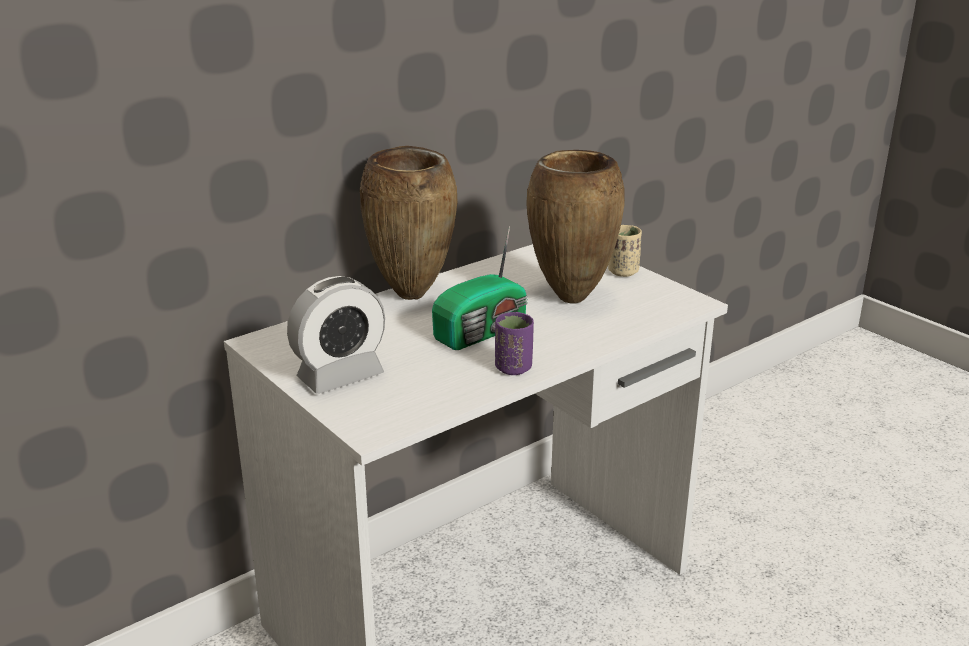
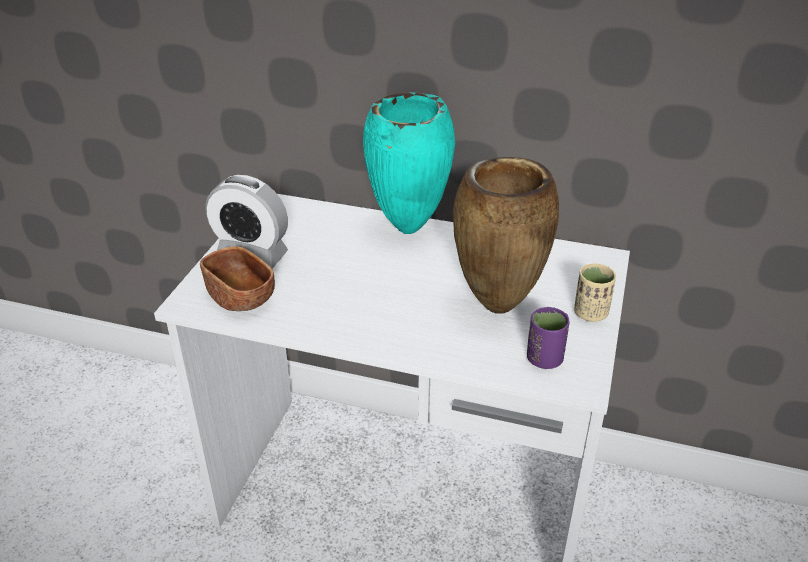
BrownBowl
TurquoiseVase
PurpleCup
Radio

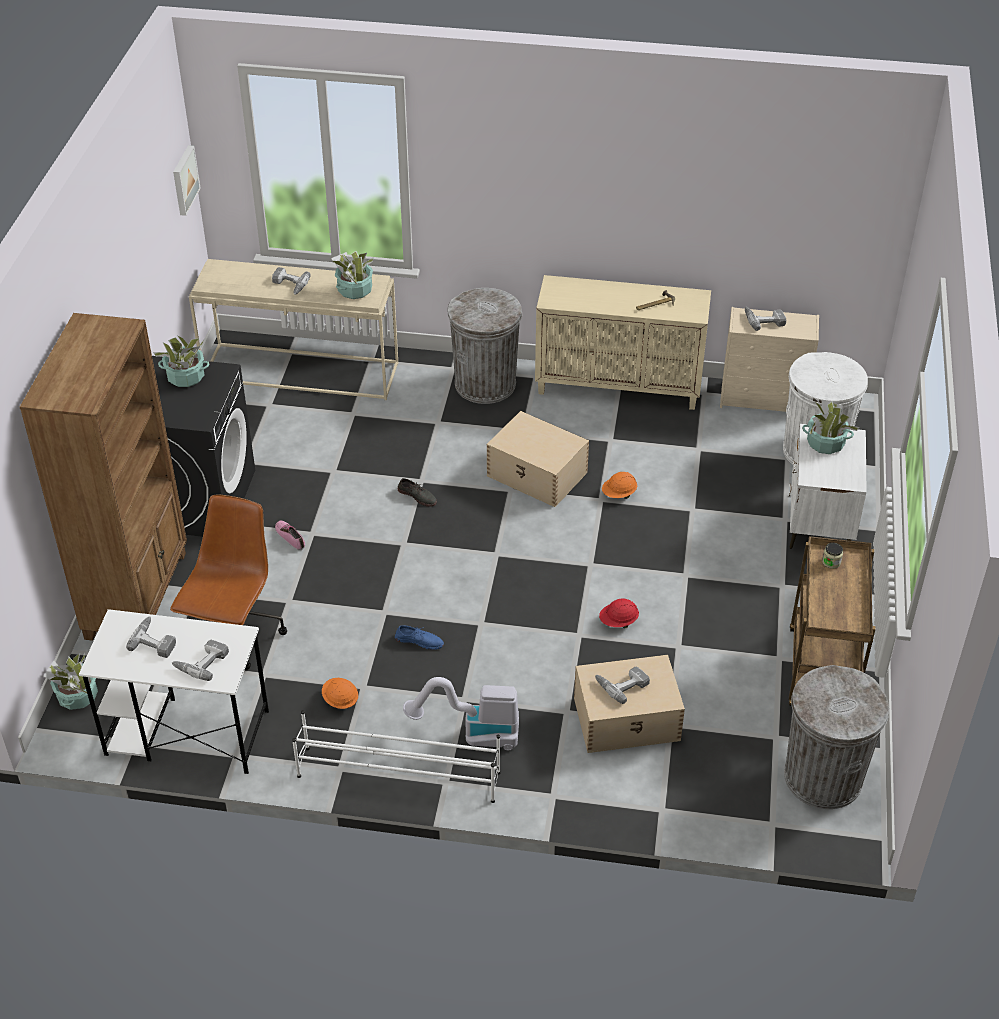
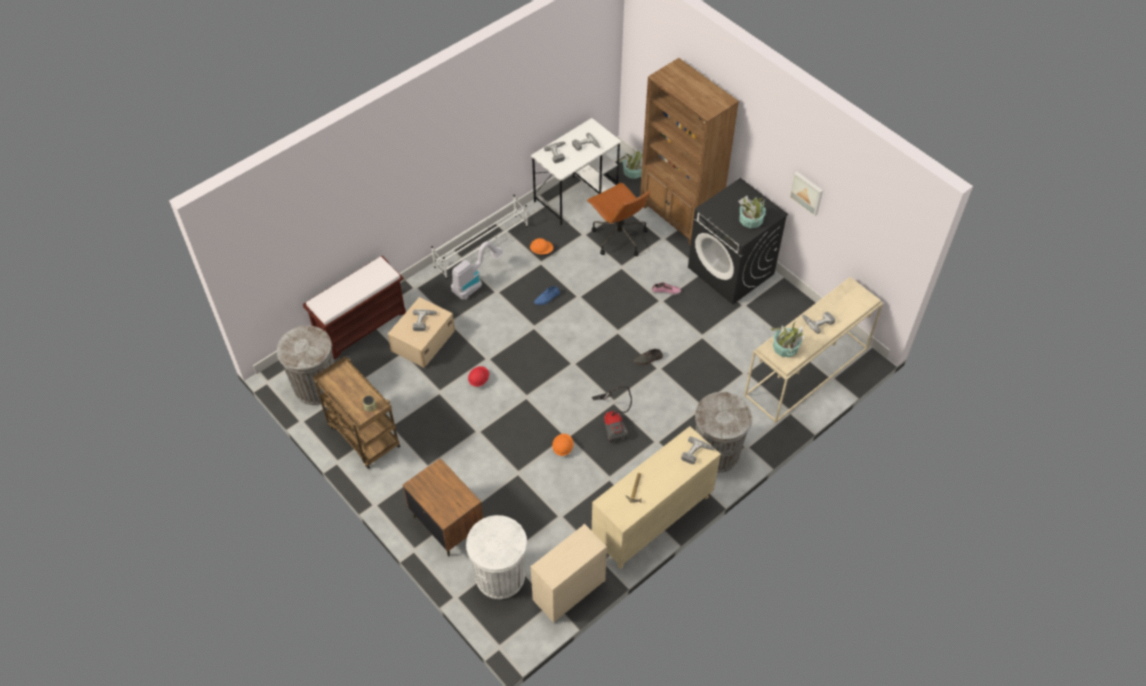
BrownBench
BrownNightstand
VacuumCleaner (2nd from left)
PowerDrill (4th from left)
Picture
PottedPlant (4th from left in the first image)

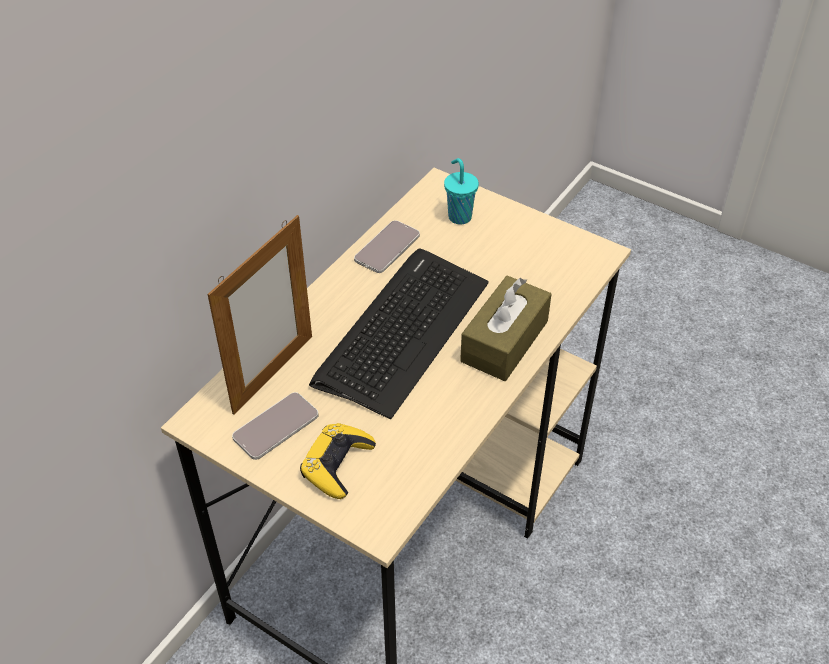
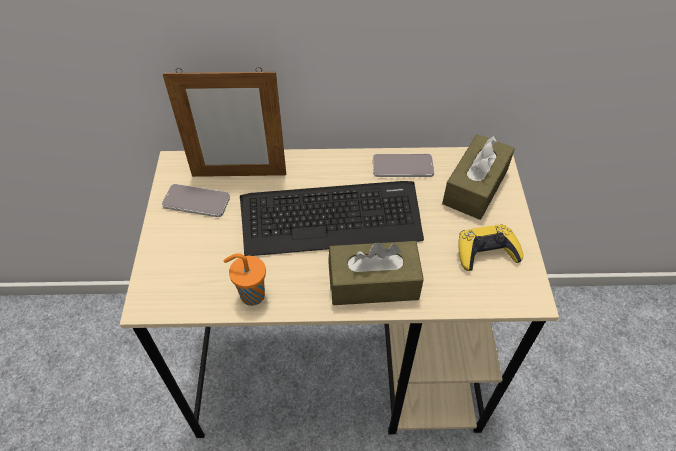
OrangeCup
BrownTissueBox (2nd from left)
YellowGameController

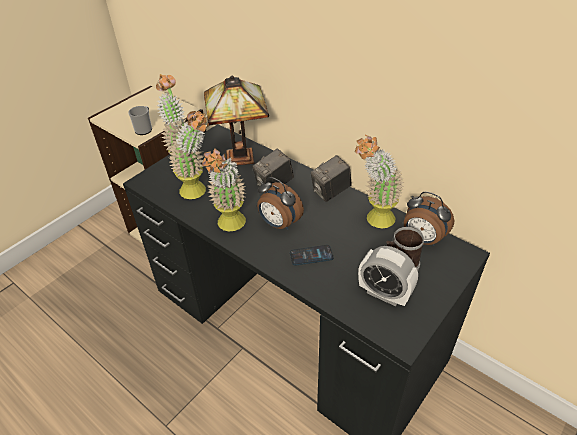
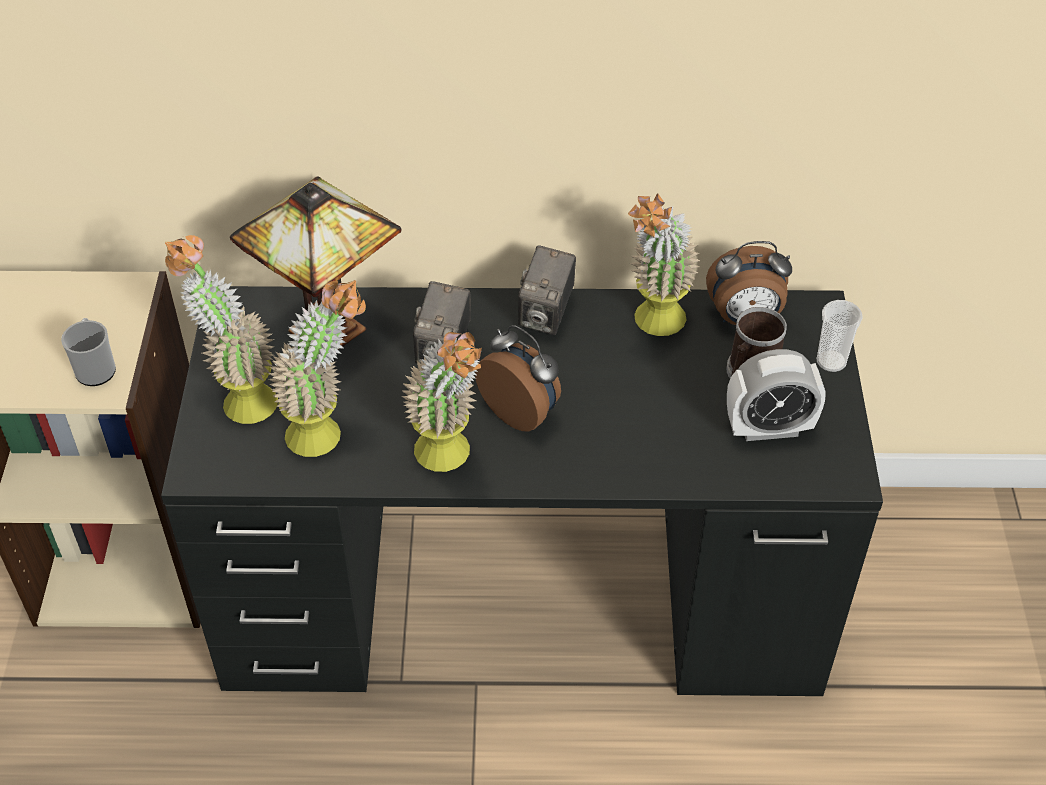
AlarmClock (1st from left)
Cup
Phone

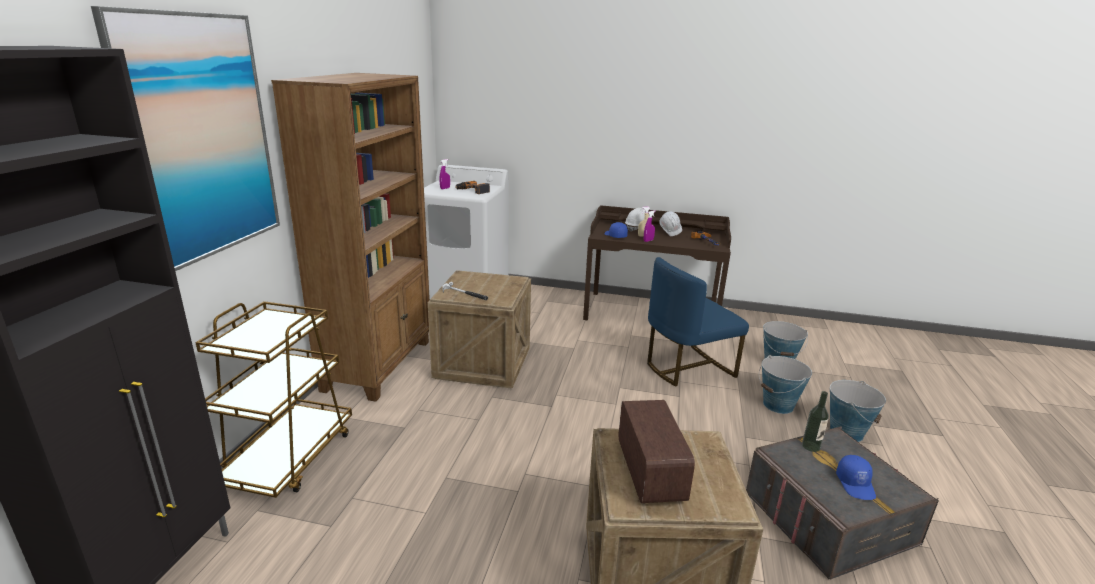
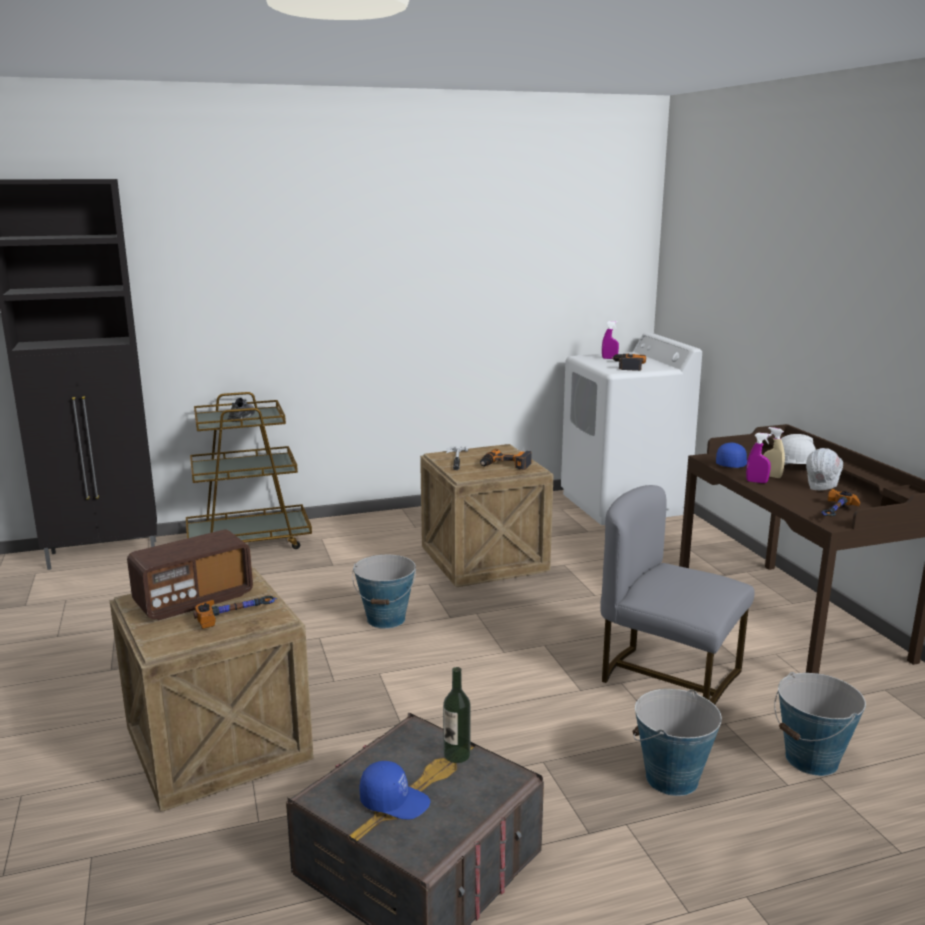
Hammer (1st from left)
GreyShoe
Bucket (1st from left)
BlueCap (1st from left)
PowerDrill (1st from left)
GreyChair
Picture
BrownBookcase

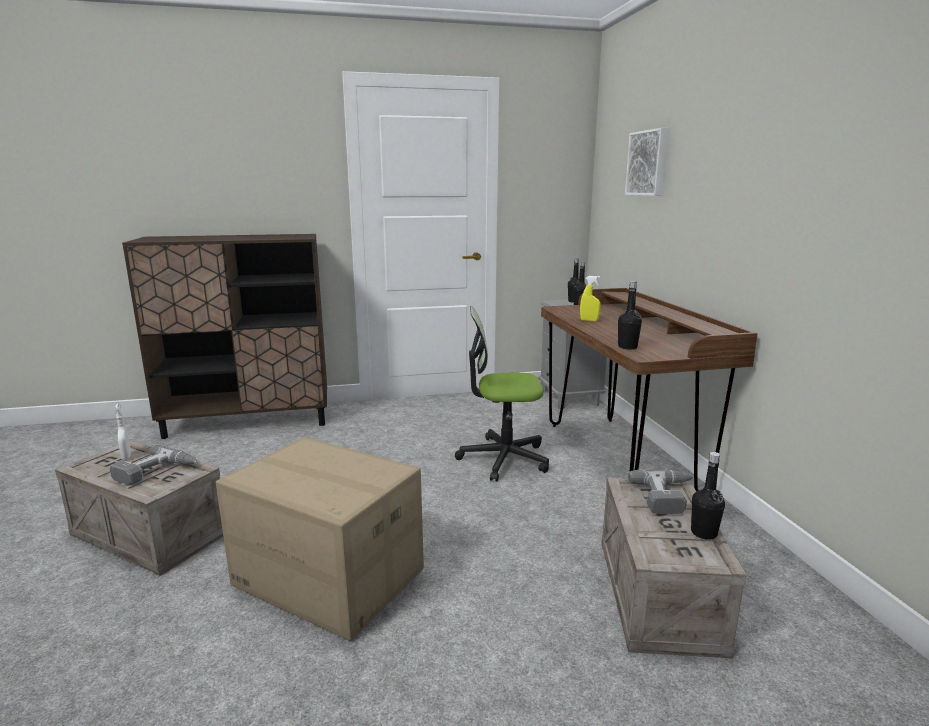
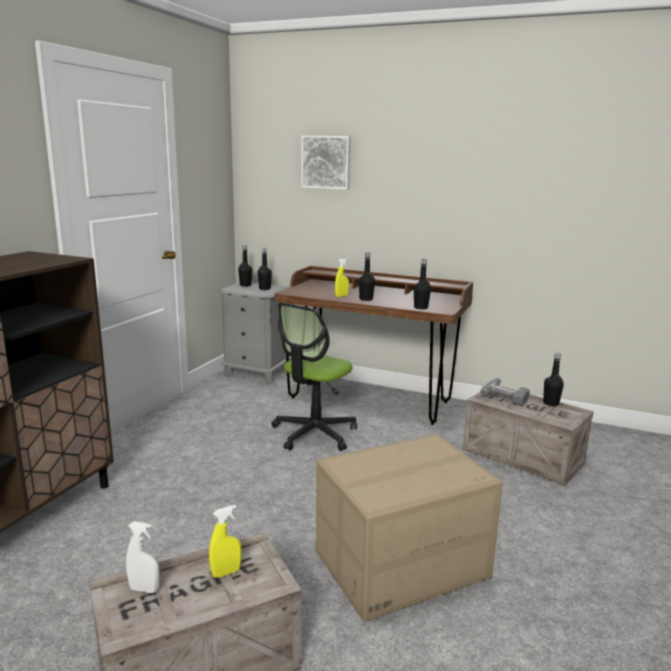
YellowSprayBottle (1st from left)
BlackBottle (3rd from left)

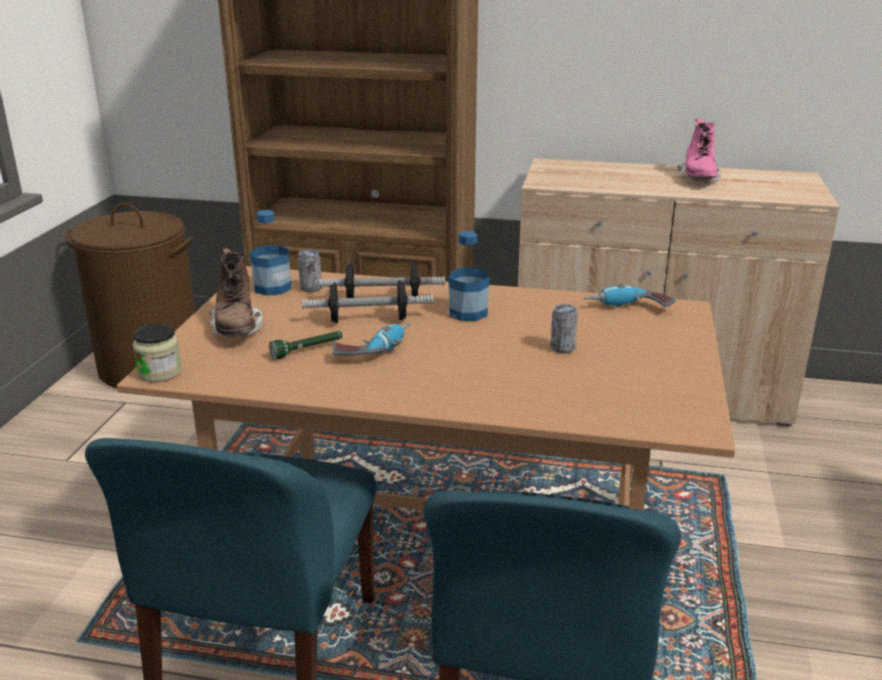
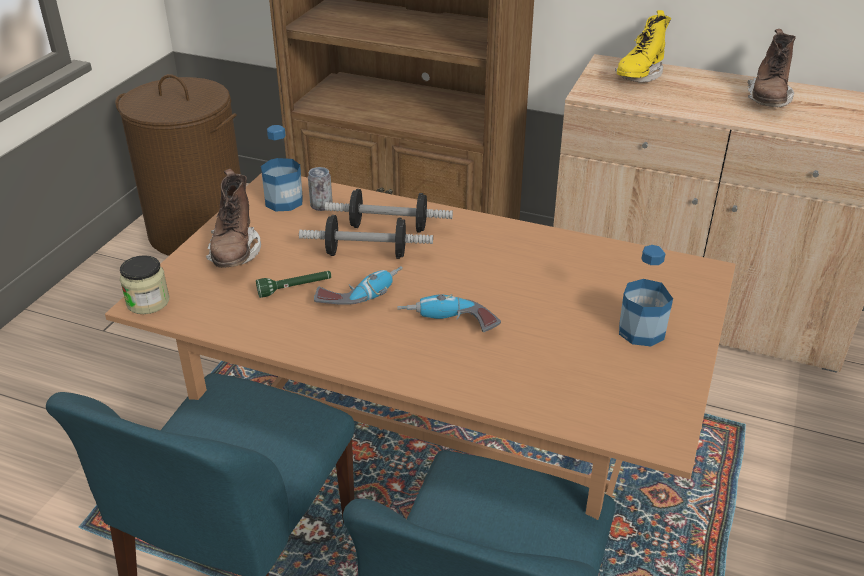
PowerDrill (2nd from left)
YellowBoot
Bottle (2nd from left)
BrownBoot (2nd from left)
Can (2nd from left in the first image)

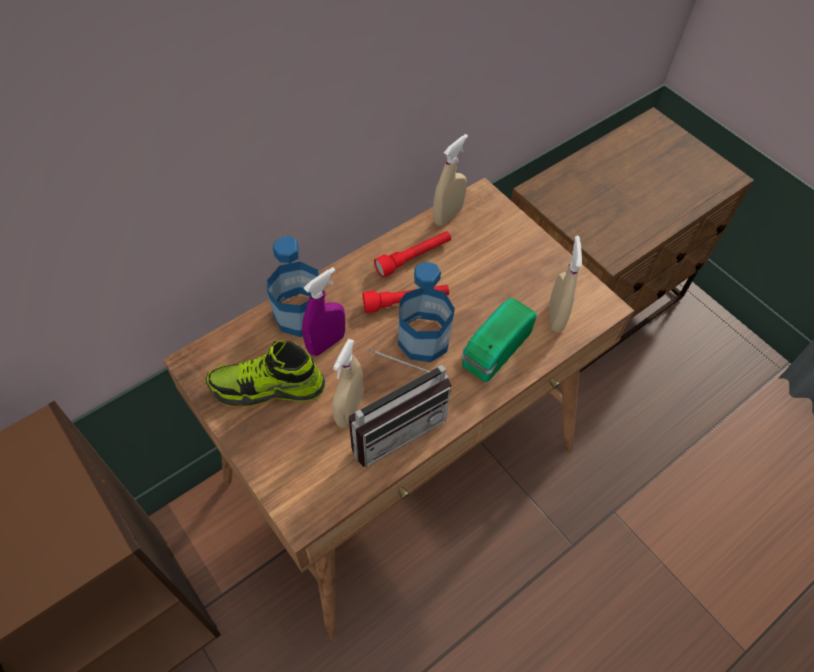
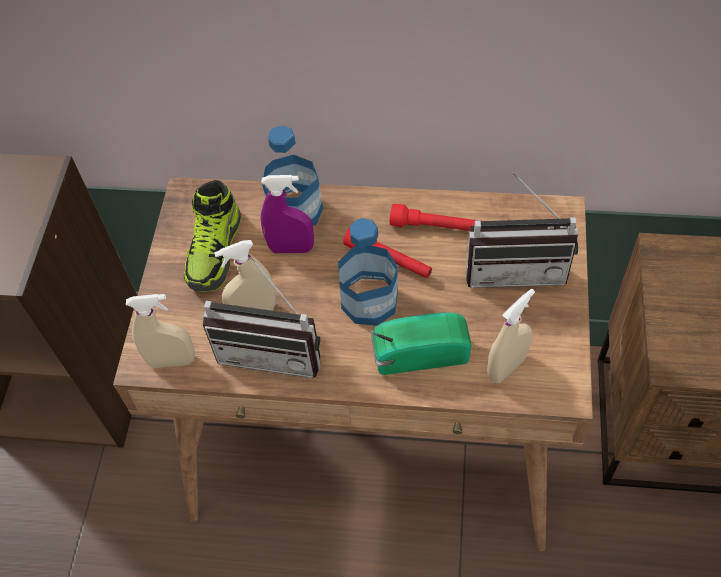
BeigeSprayBottle (1st from left)
Shoe
Radio (3rd from left)

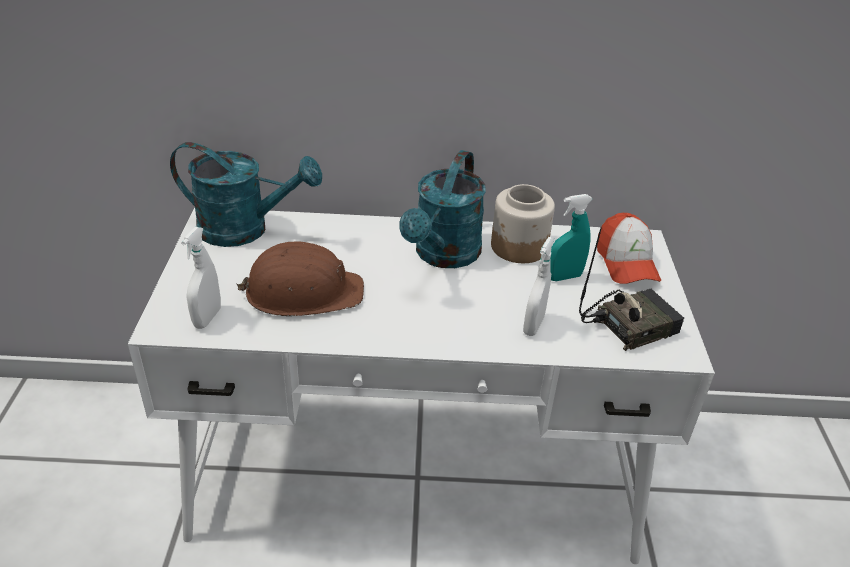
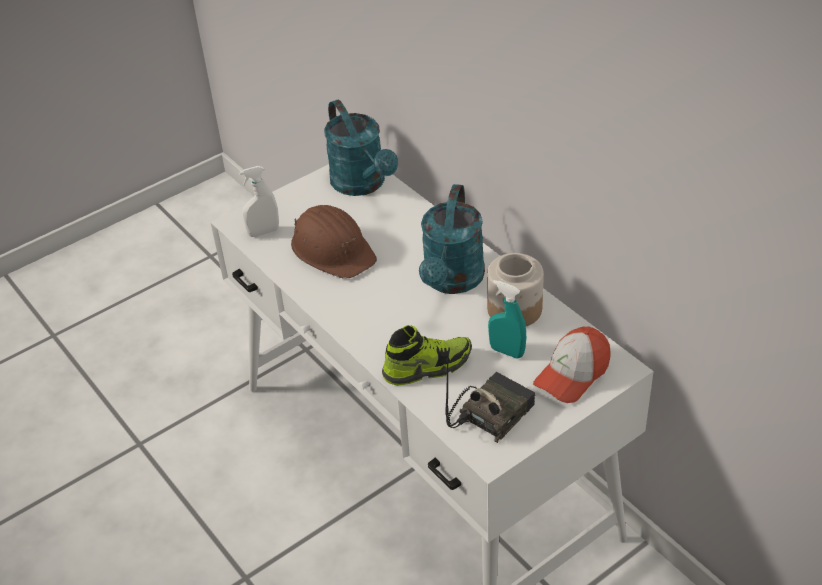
Shoe
TurquoiseWateringCan (2nd from left)
Radio

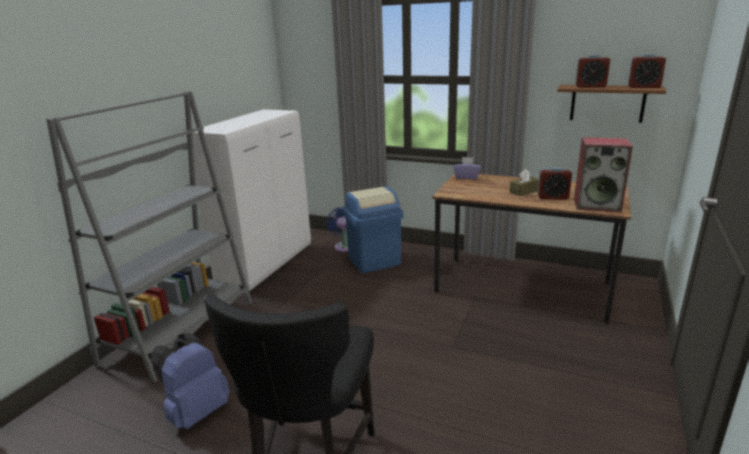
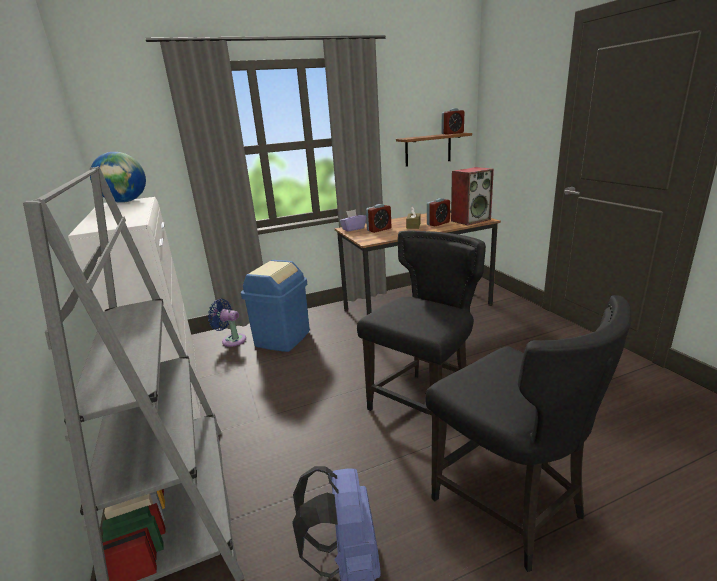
Globe
BlackChair (1st from left)
AlarmClock (1st from left)

